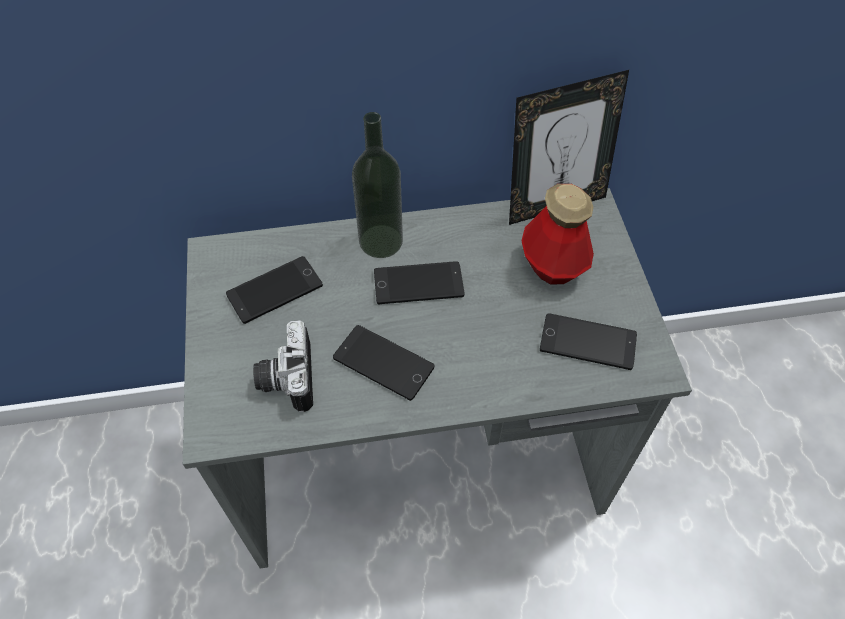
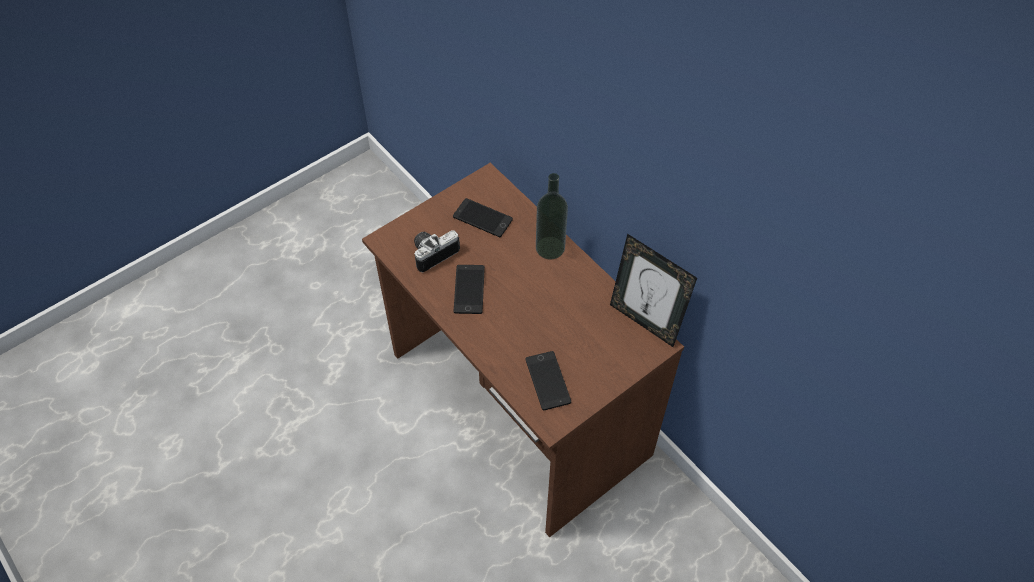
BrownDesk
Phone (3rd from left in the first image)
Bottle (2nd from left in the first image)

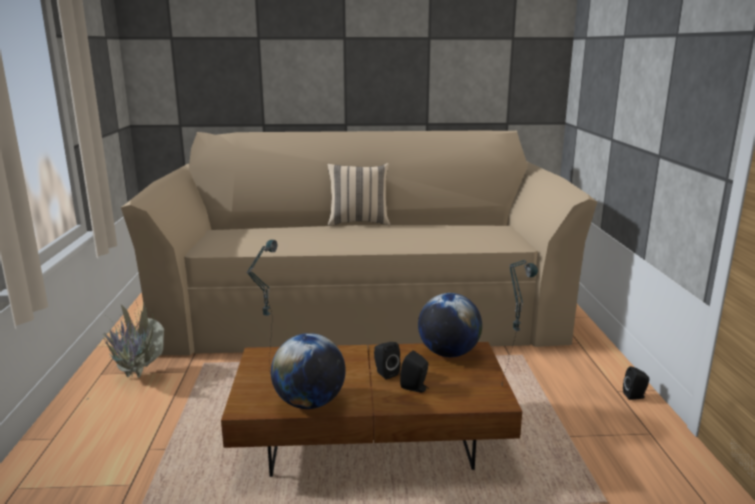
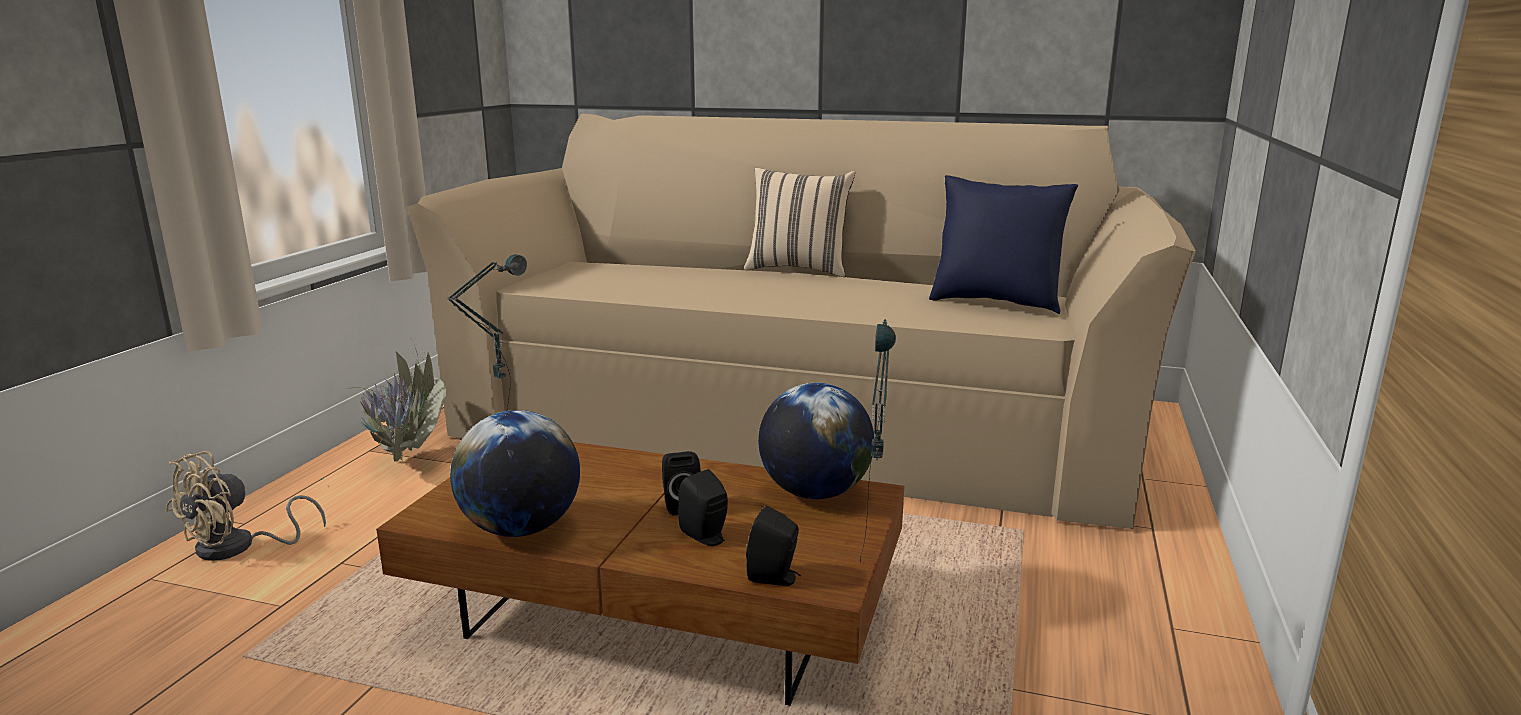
BeigeFan
BlackSpeaker (3rd from left)
BluePillow

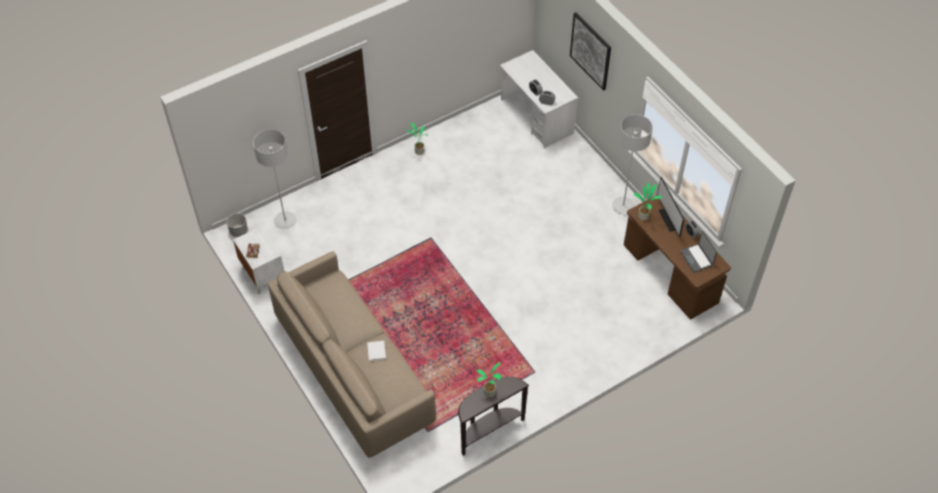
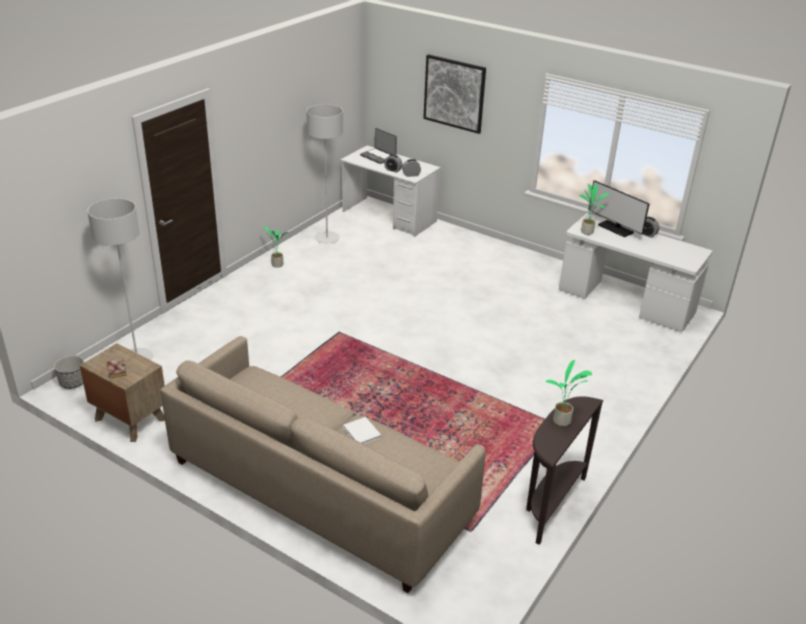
BrownNightstand
GreyFloorLamp (2nd from left)
Laptop
WhiteDesk (2nd from left)

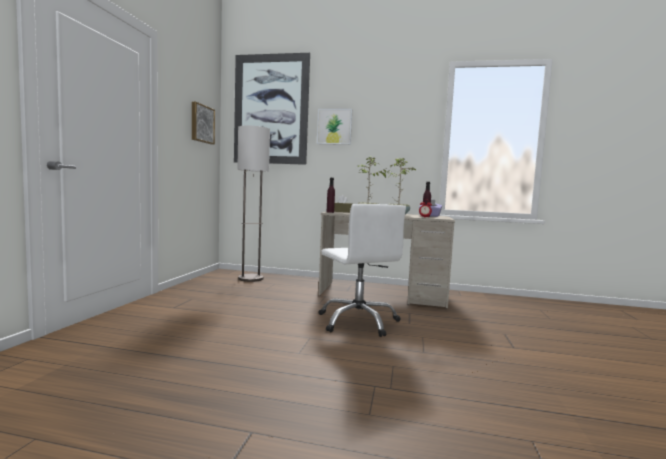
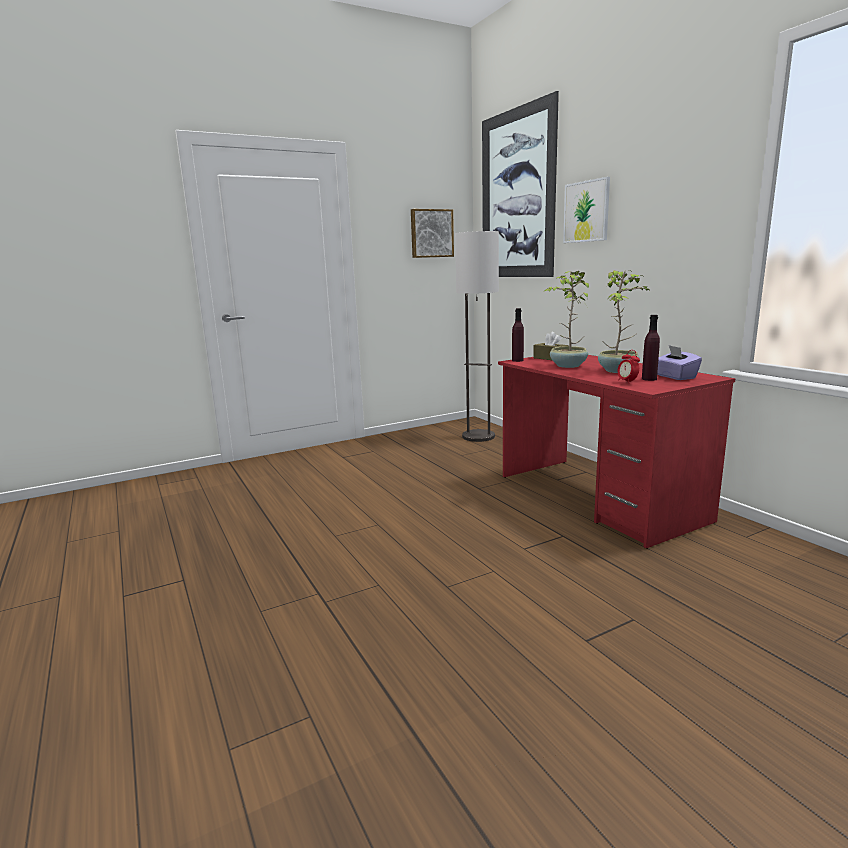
RedDesk
WhiteOfficeChair

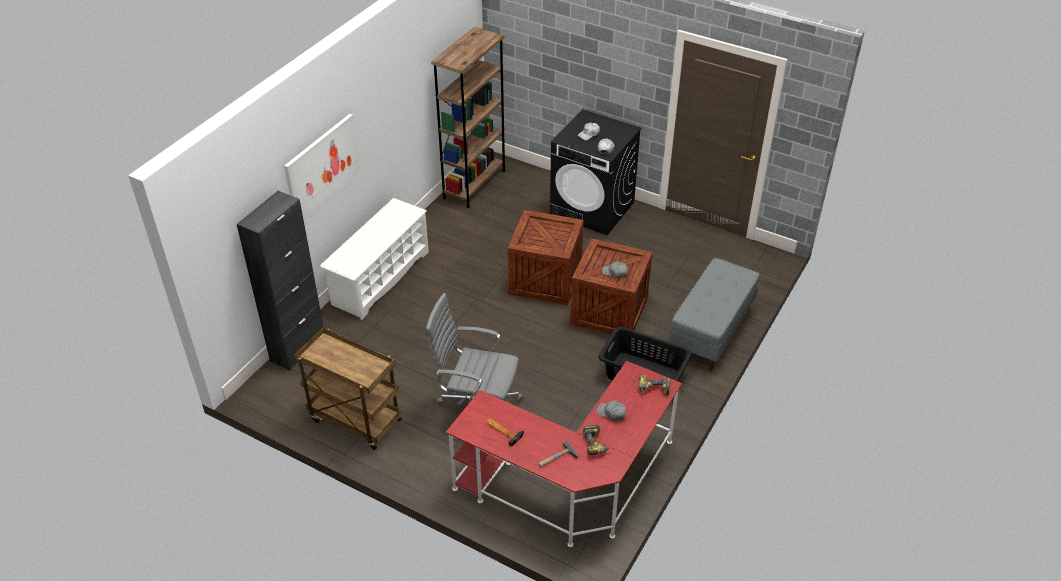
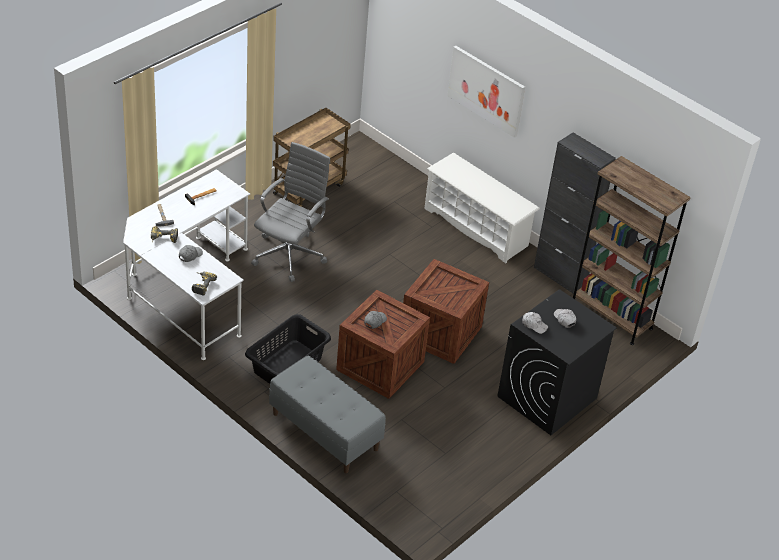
WhiteDesk
BlackCabinet

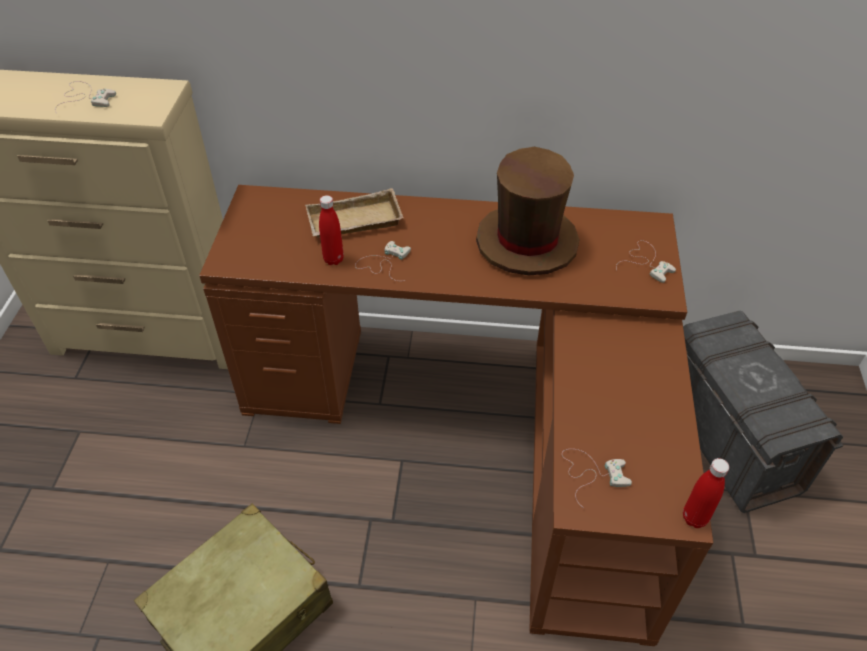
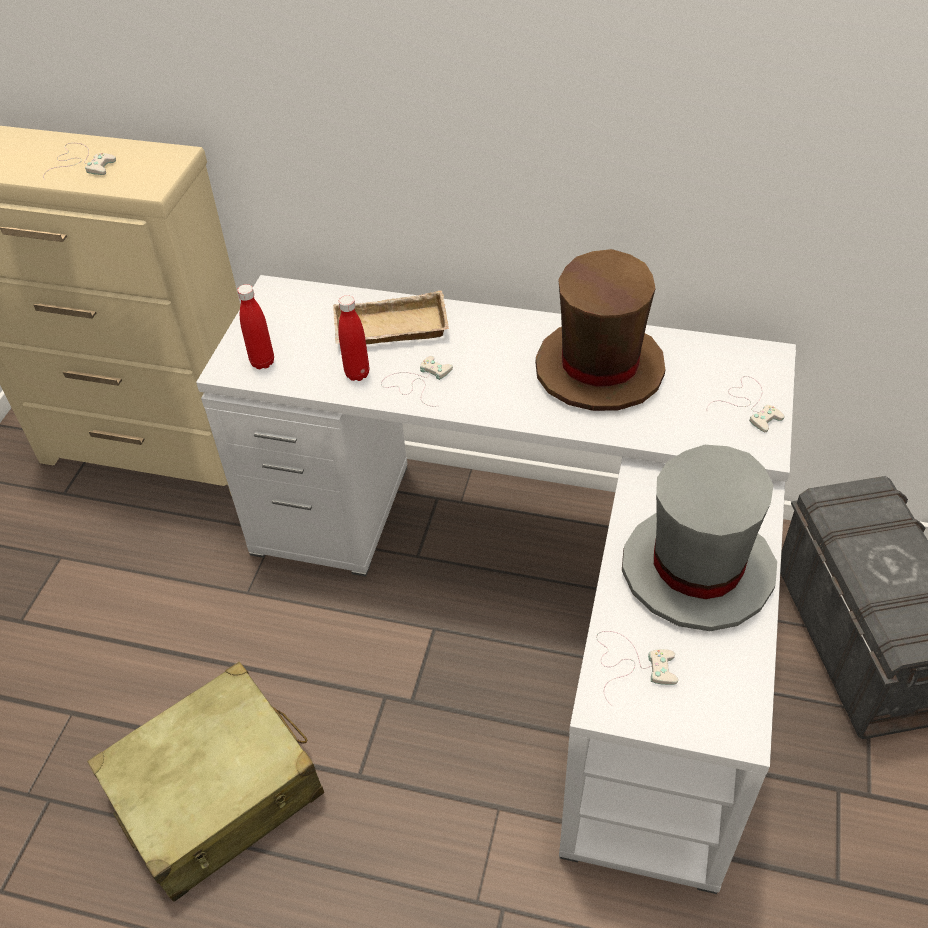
WhiteDesk
RedBottle (1st from left)
GreyHat

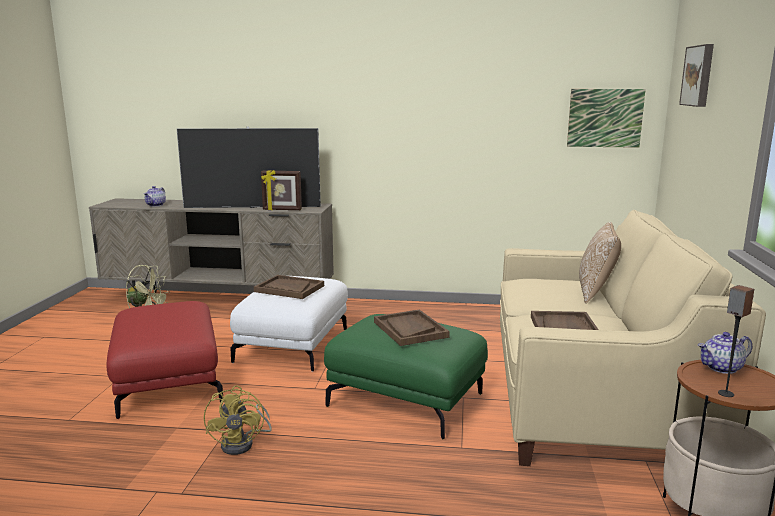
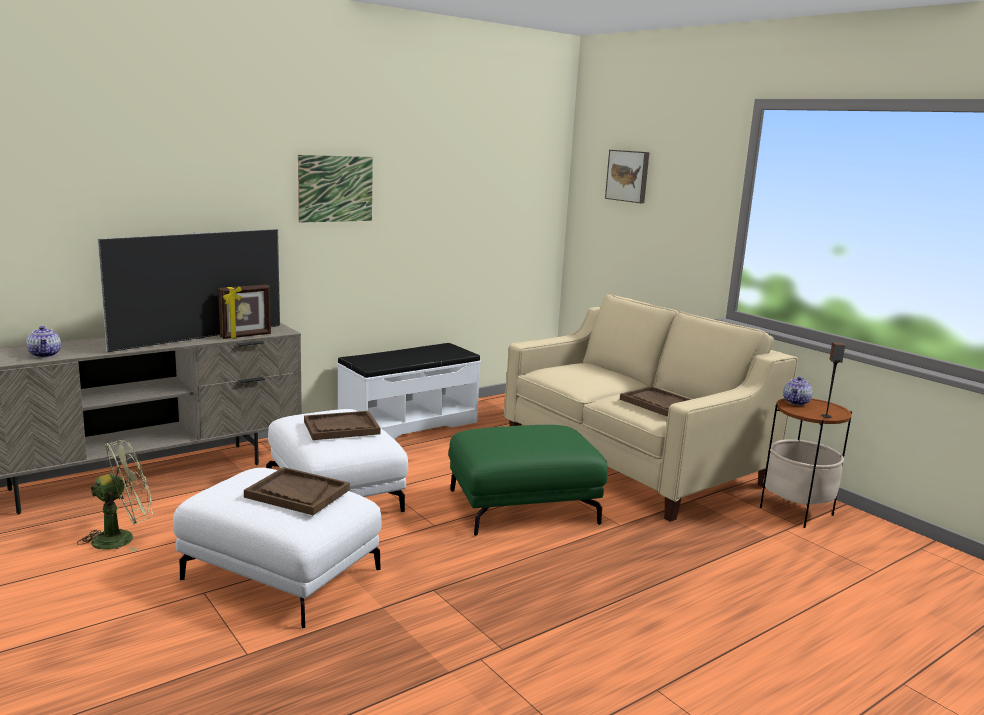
WhiteOttoman (1st from left)
BrownTray (1st from left)
Picture (1st from left)
WhiteBench
YellowFan
Pillow

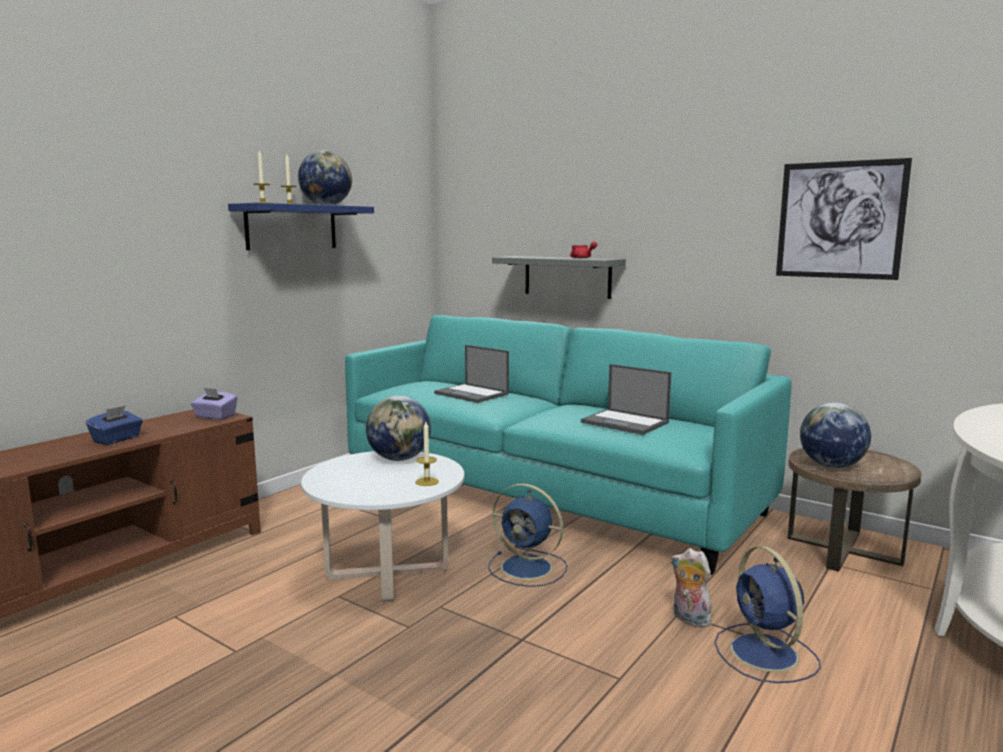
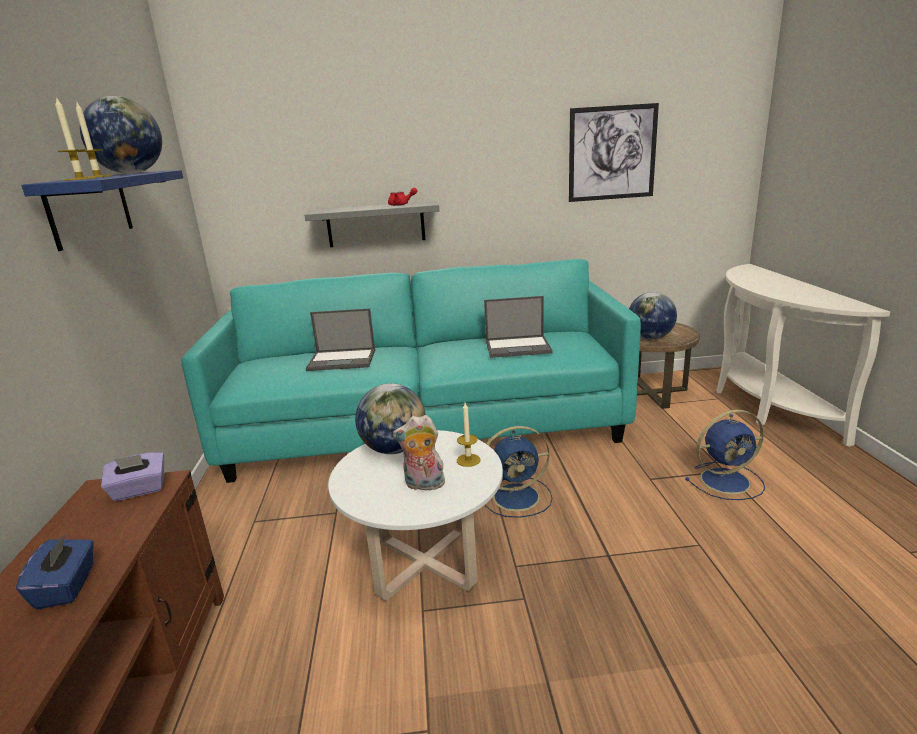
PlushToy
BlueFan (2nd from left)

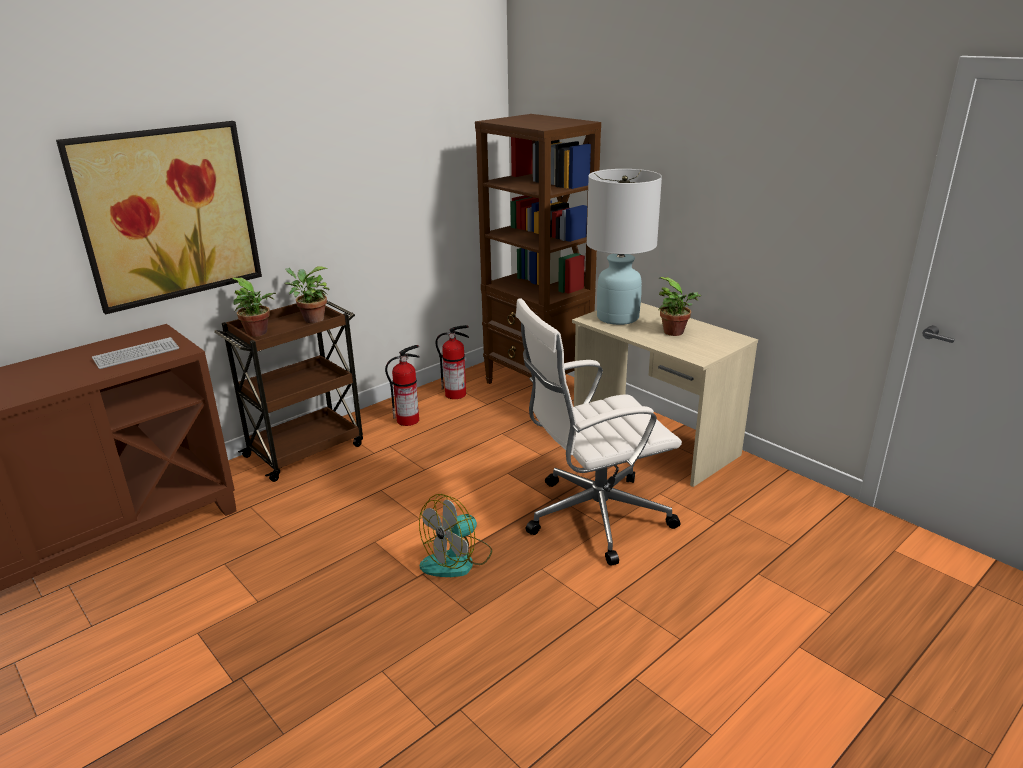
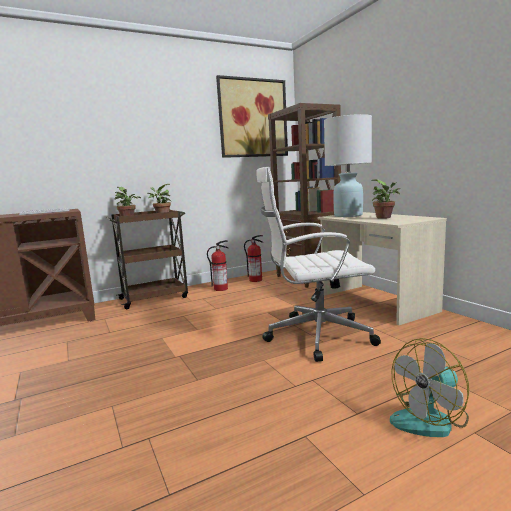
Picture
Fan

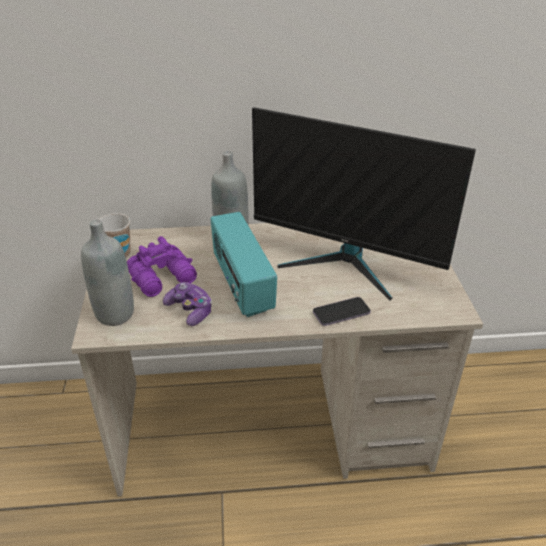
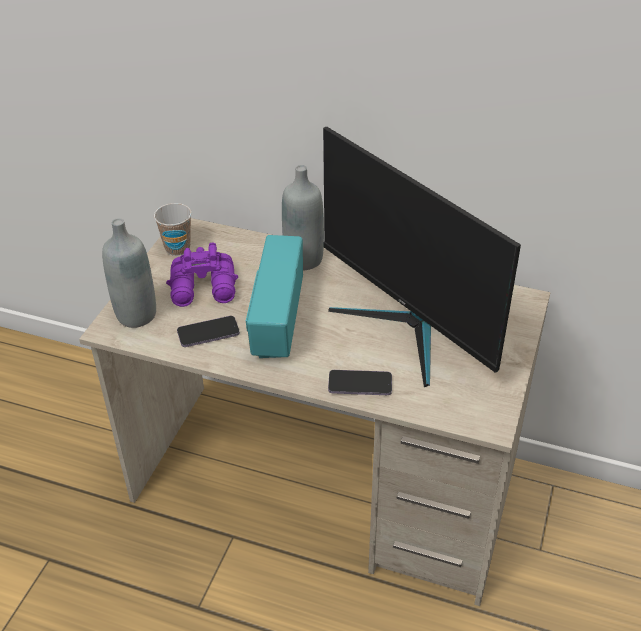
Phone (1st from left)

